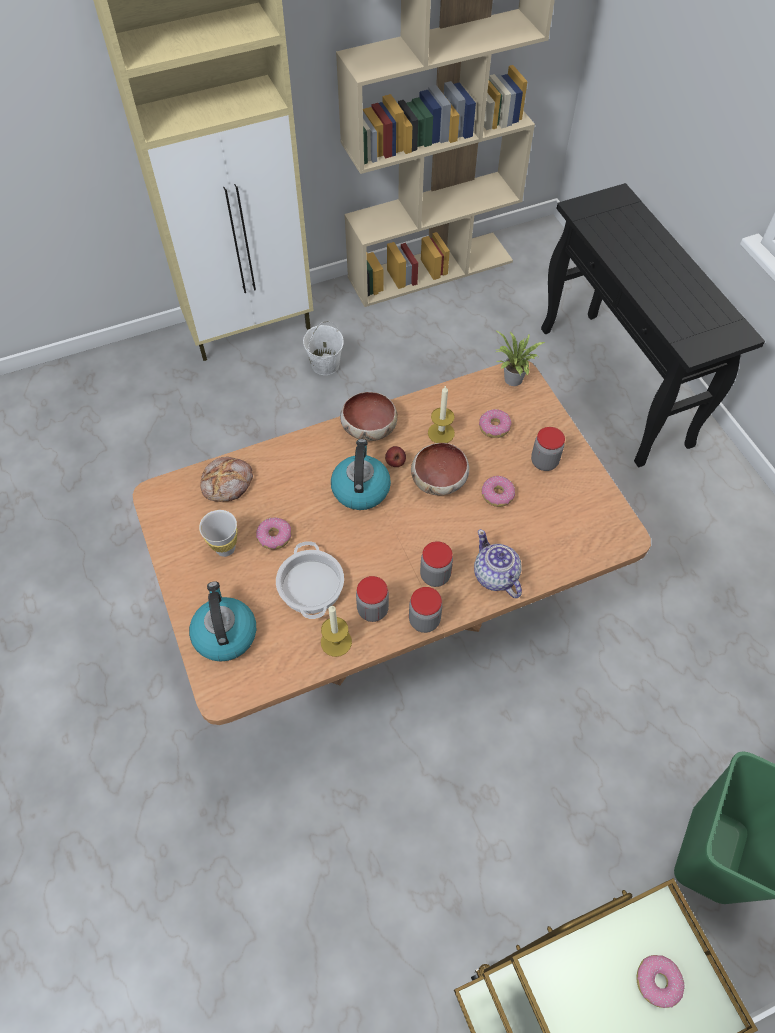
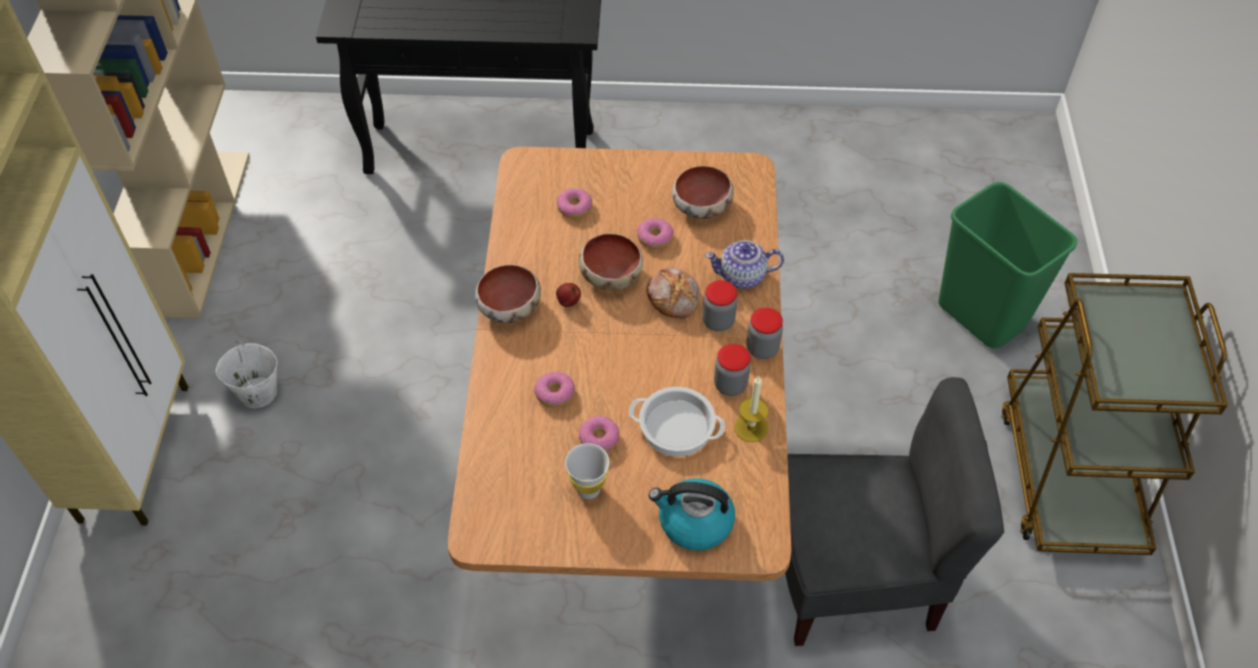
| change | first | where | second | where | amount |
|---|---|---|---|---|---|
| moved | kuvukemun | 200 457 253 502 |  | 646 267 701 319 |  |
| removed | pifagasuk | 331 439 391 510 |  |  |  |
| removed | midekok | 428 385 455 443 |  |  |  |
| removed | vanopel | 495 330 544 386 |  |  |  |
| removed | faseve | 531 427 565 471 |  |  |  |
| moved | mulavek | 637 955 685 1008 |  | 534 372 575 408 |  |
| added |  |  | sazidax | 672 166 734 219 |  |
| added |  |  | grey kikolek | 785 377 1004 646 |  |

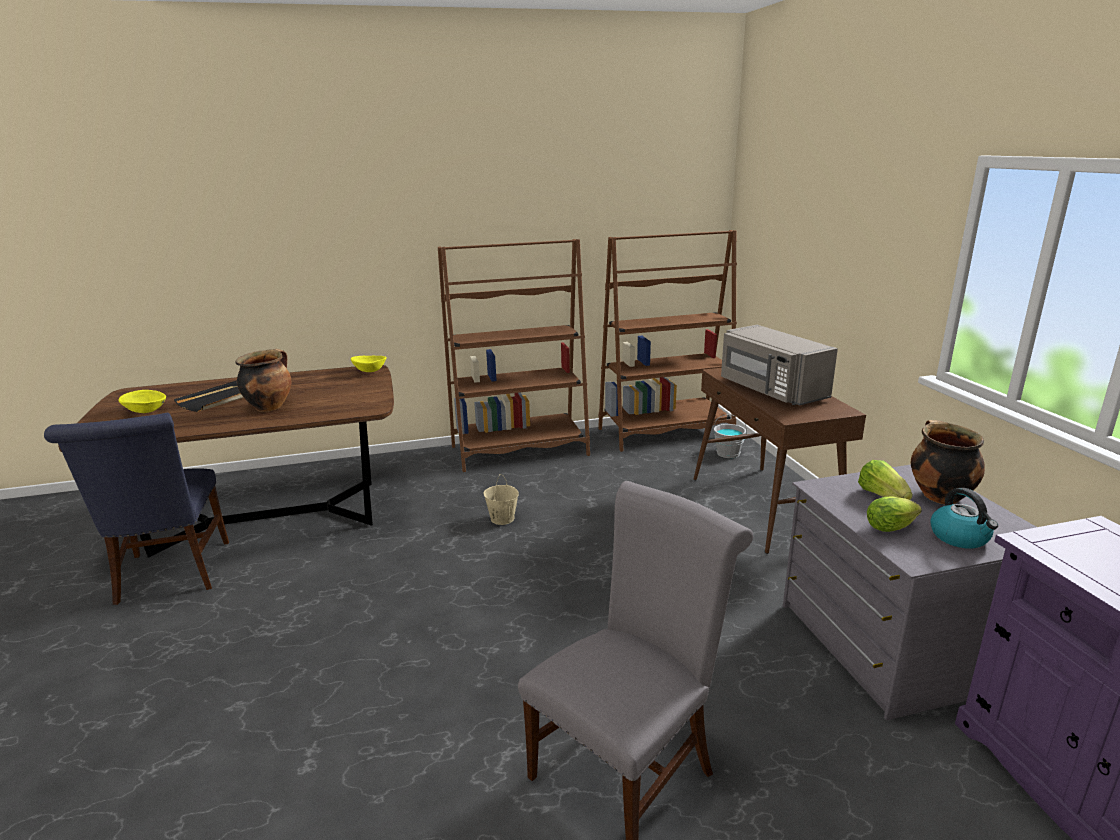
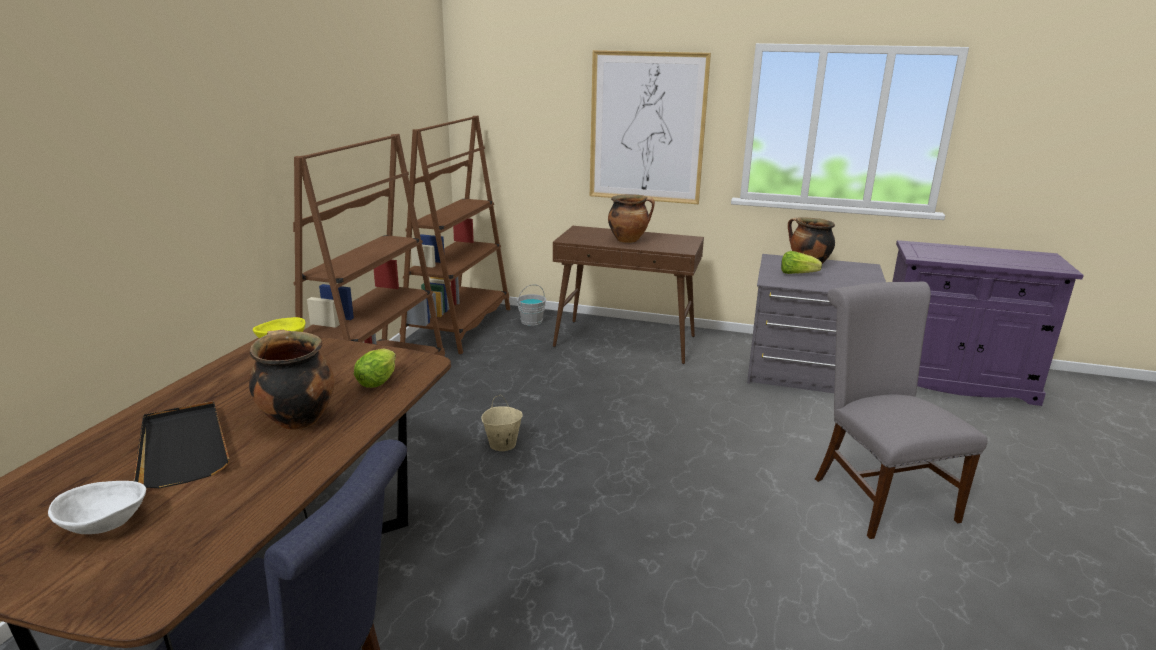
| change | first | where | second | where | amount |
|---|---|---|---|---|---|
| recoloured | yellow sazidax | 118 390 166 413 | white sazidax | 48 481 146 534 |  |
| replaced | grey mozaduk | 721 325 838 405 | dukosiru | 608 194 655 243 |  |
| moved | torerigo | 867 496 922 532 |  | 354 349 396 388 |  |
| removed | pifagasuk | 930 488 998 549 |  |  |  |
| added |  |  | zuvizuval | 590 50 711 204 |  |

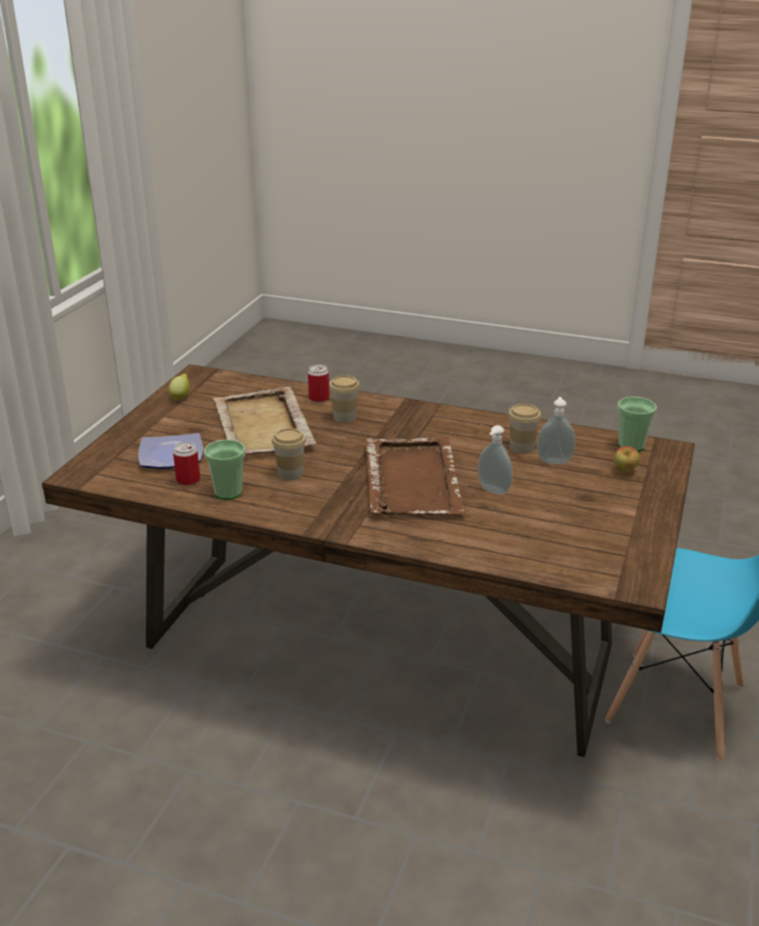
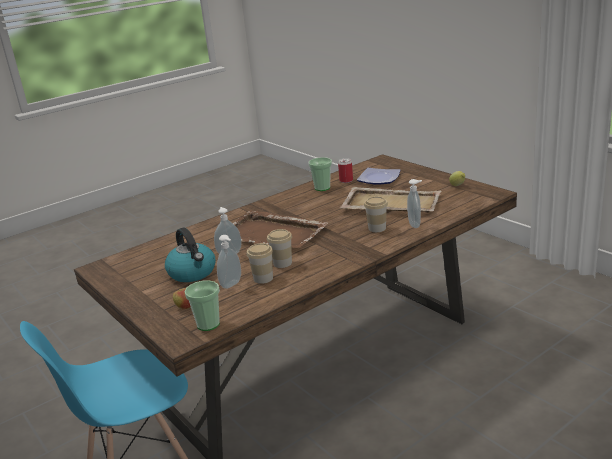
| change | first | where | second | where | amount |
|---|---|---|---|---|---|
| moved | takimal | 272 428 306 481 |  | 267 229 292 268 |  |
| replaced | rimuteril | 308 364 329 402 | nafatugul | 407 179 422 228 |  |
| added |  |  | pifagasuk | 165 228 216 282 |  |

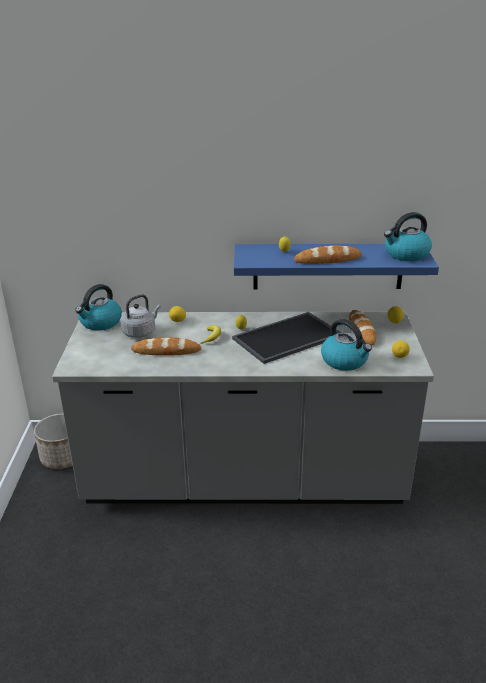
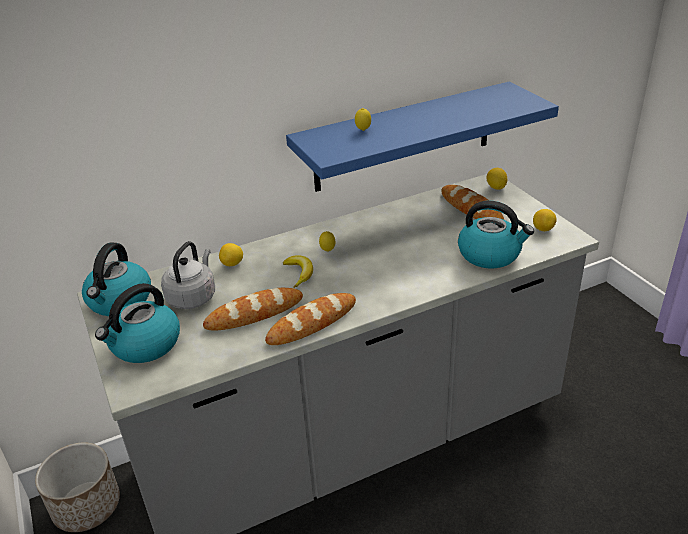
| change | first | where | second | where | amount |
|---|---|---|---|---|---|
| removed | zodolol | 232 312 342 364 |  |  |  |
| moved | kuvukemun | 294 245 362 264 |  | 265 293 356 345 |  |
| moved | pifagasuk | 384 212 432 261 |  | 95 283 180 363 |  |

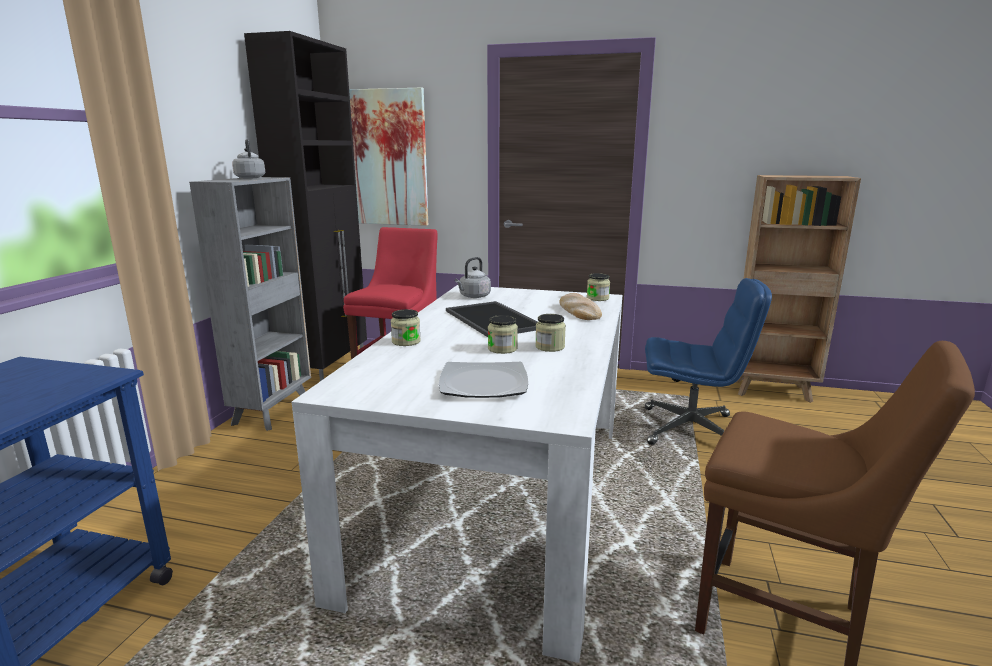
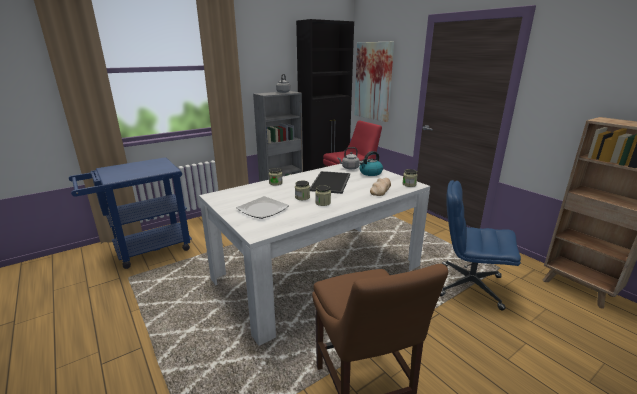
| change | first | where | second | where | amount |
|---|---|---|---|---|---|
| turned | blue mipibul | 645 278 772 445 |  | 440 180 521 311 | 150 degrees clockwise |
| added |  |  | pifagasuk | 359 151 383 176 |  |

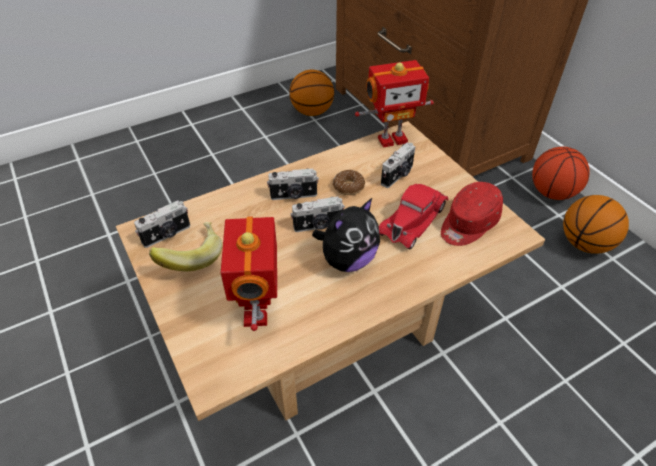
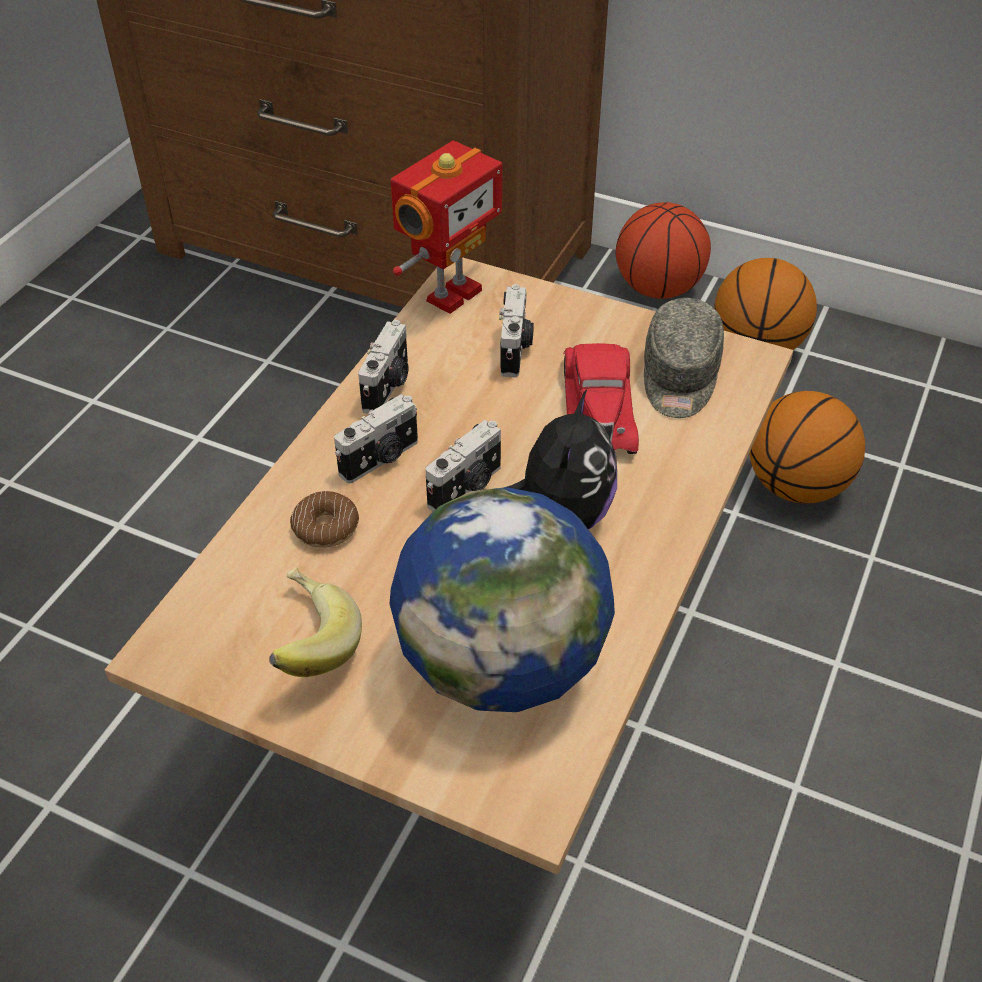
| change | first | where | second | where | amount |
|---|---|---|---|---|---|
| moved | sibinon | 134 200 190 248 |  | 358 320 409 414 |  |
| replaced | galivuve | 220 216 277 331 | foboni | 390 487 615 712 |  |
| moved | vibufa | 289 70 334 116 |  | 749 391 865 504 |  |
| moved | mulavek | 333 170 365 195 |  | 290 491 359 548 |  |
| recoloured | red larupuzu | 441 182 503 246 | grey larupuzu | 644 298 724 418 |  |

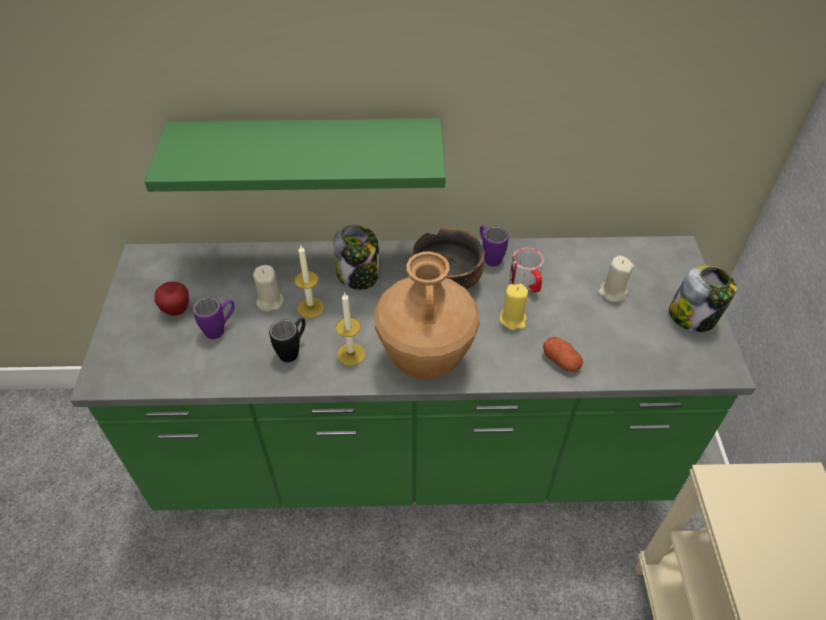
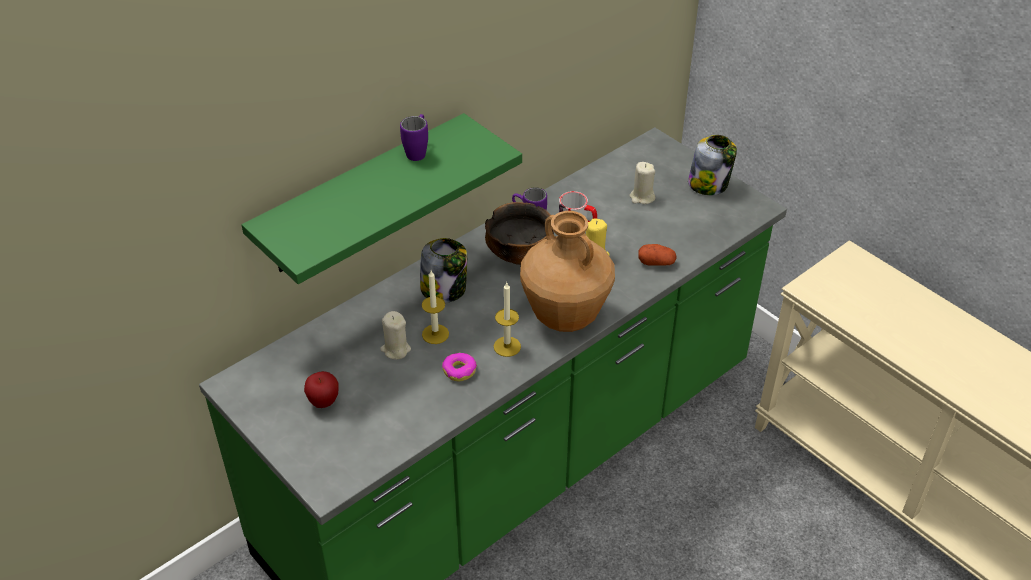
| change | first | where | second | where | amount |
|---|---|---|---|---|---|
| moved | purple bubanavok | 193 297 235 339 |  | 400 114 428 161 |  |
| replaced | black bubanavok | 269 318 306 362 | mulavek | 442 353 477 381 |  |

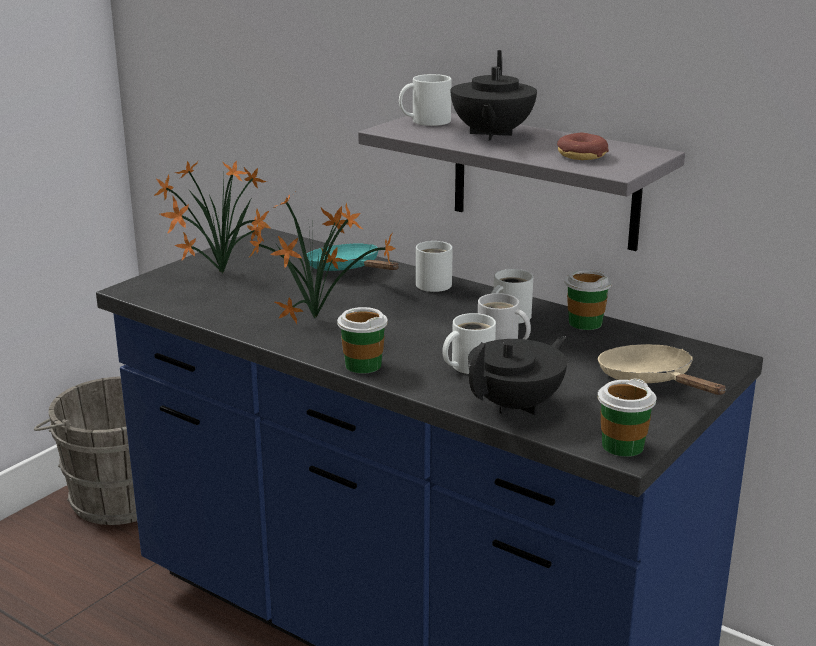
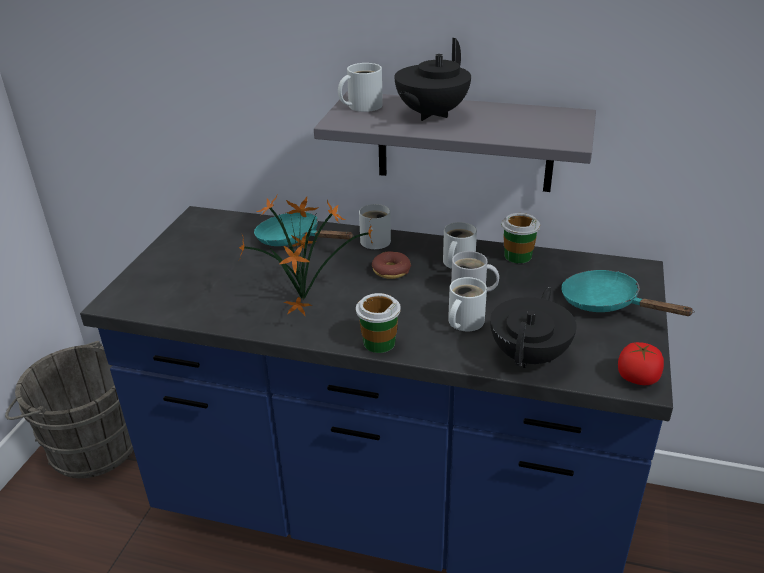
| change | first | where | second | where | amount |
|---|---|---|---|---|---|
| removed | vanopel | 154 160 272 273 |  |  |  |
| turned | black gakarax | 451 50 537 141 |  | 394 38 471 121 | 45 degrees clockwise |
| moved | mulavek | 557 133 609 160 |  | 372 251 411 279 |  |
| recoloured | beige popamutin | 598 344 726 395 | turquoise popamutin | 561 270 695 316 |  |
| replaced | takimal | 598 378 657 457 | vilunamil | 618 342 664 385 |  |

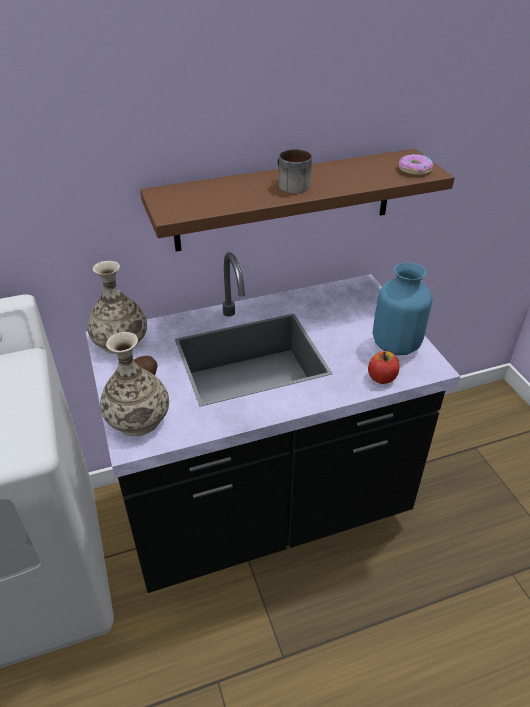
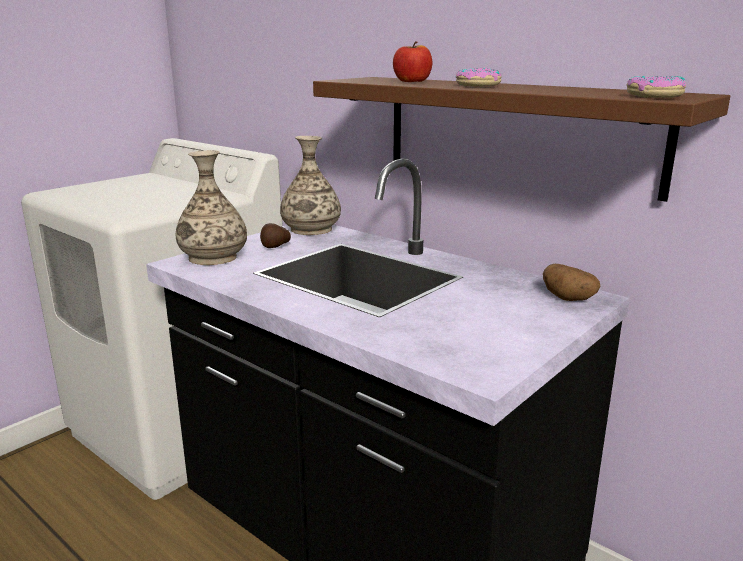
| change | first | where | second | where | amount |
|---|---|---|---|---|---|
| replaced | bubanavok | 277 149 312 193 | mulavek | 455 68 502 86 |  |
| moved | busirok | 368 351 400 384 |  | 393 41 432 82 |  |
| removed | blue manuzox | 373 263 432 355 |  |  |  |
| added |  |  | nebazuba | 543 264 600 301 |  |

